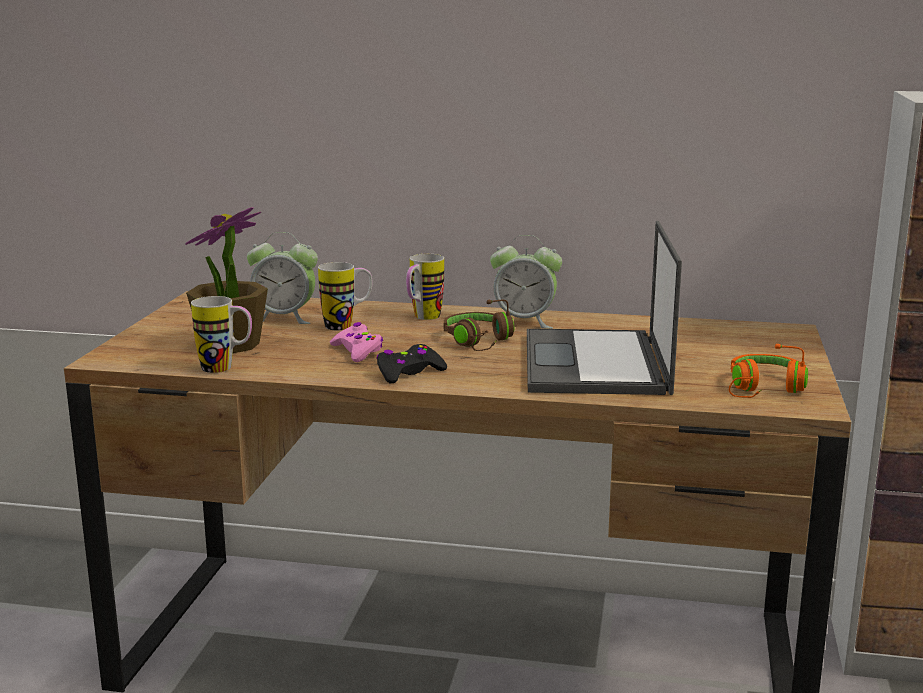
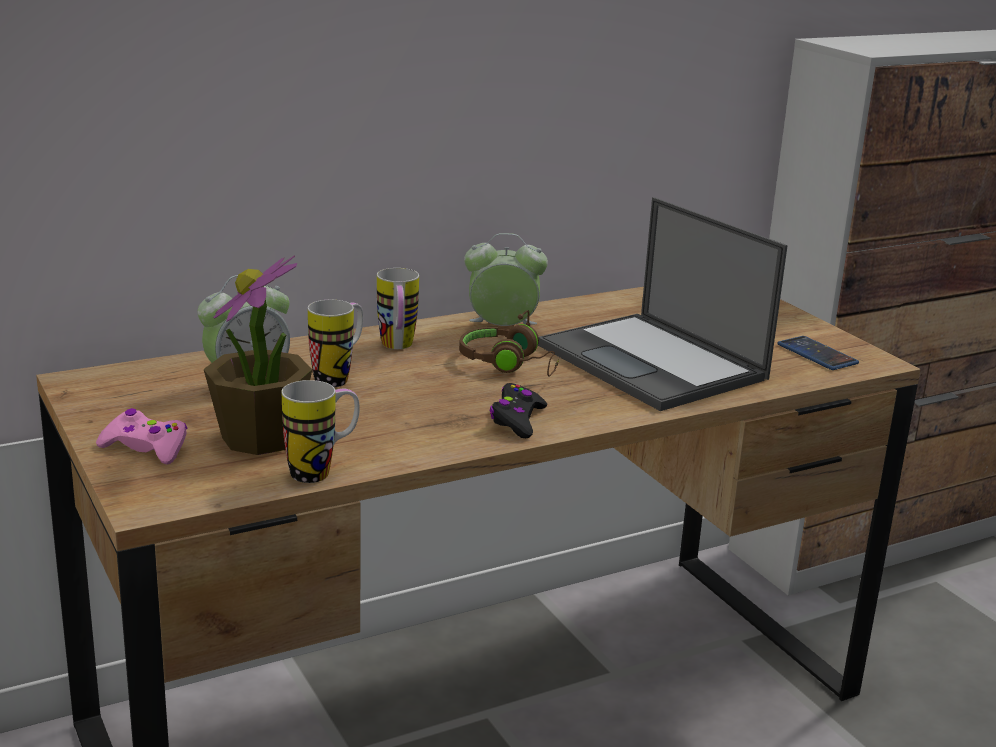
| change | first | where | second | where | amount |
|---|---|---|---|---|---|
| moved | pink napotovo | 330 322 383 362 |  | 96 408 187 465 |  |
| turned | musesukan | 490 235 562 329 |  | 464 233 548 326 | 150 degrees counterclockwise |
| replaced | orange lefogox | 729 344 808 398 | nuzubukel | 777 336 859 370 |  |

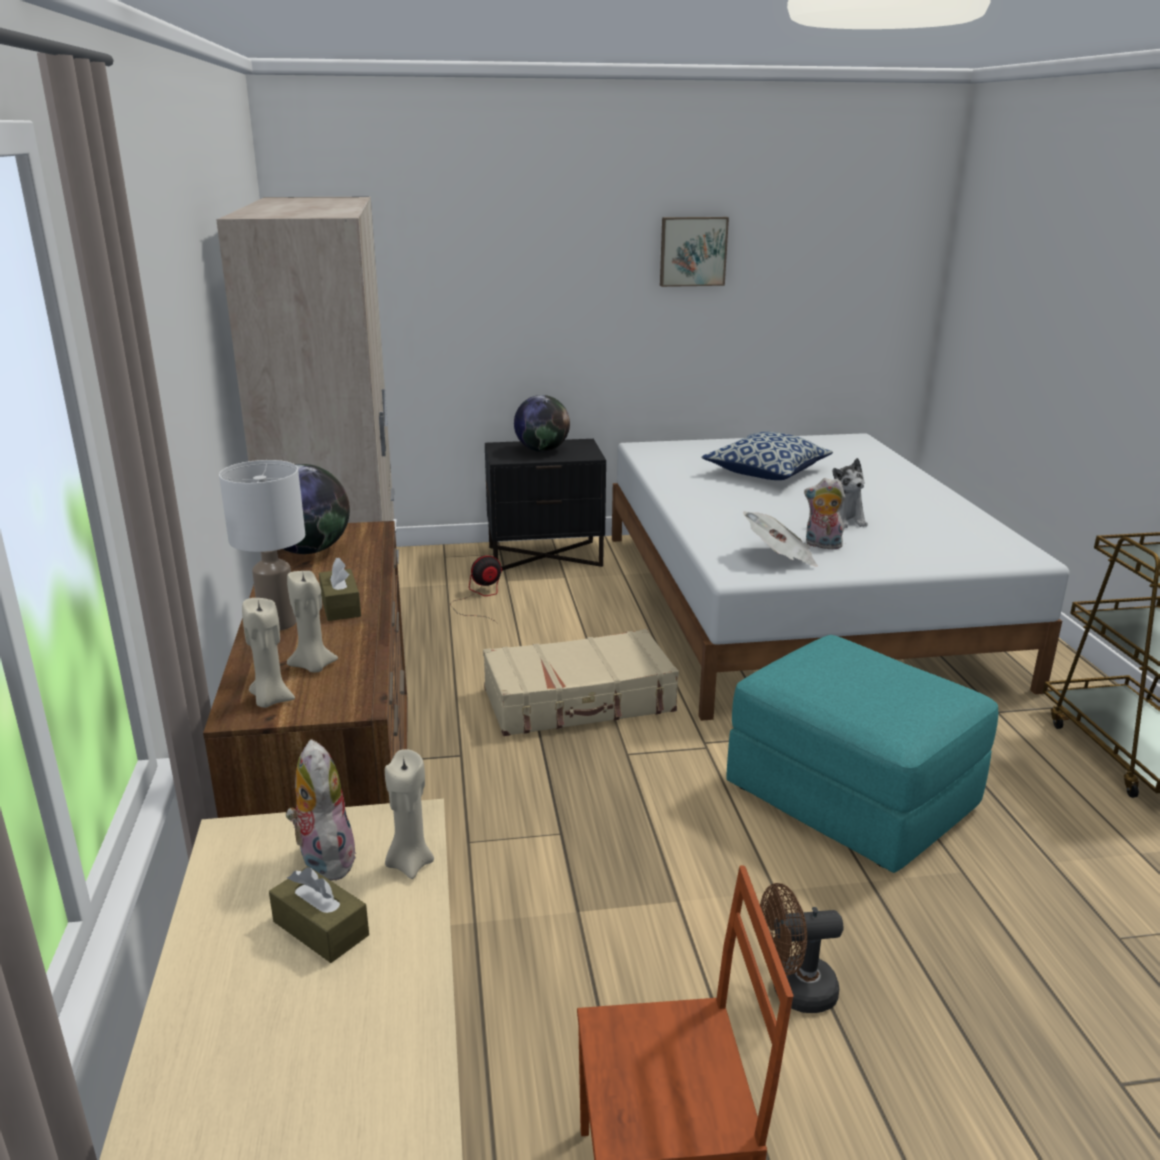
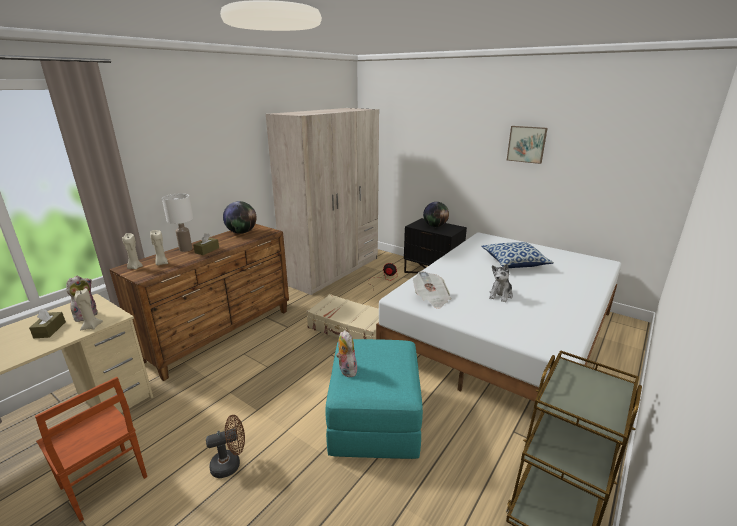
| change | first | where | second | where | amount |
|---|---|---|---|---|---|
| turned | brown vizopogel | 760 883 843 1013 |  | 206 415 245 478 | 120 degrees clockwise |
| moved | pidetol | 804 478 845 549 |  | 336 330 357 377 |  |

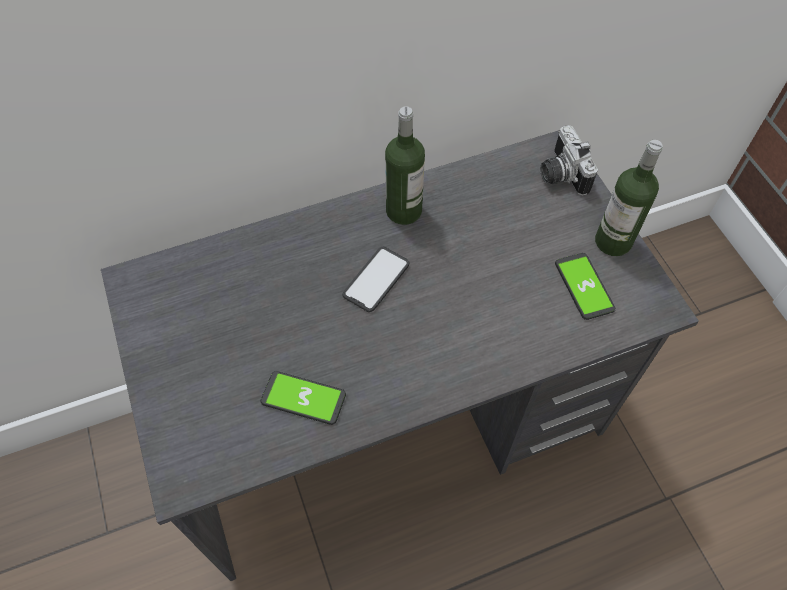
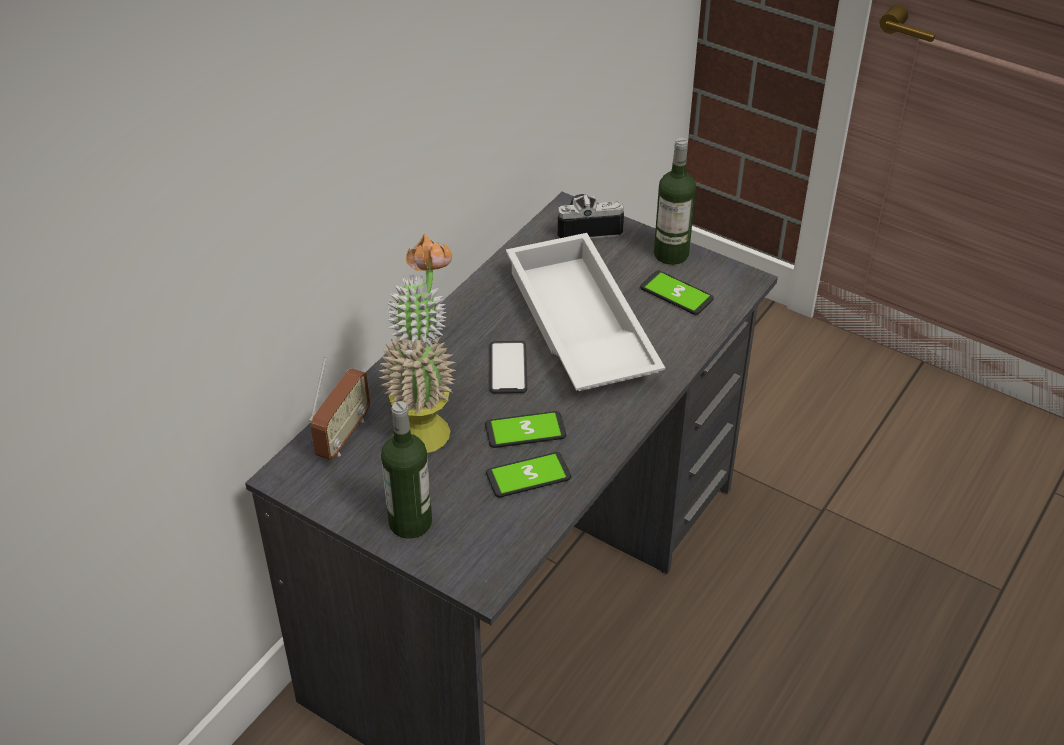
| change | first | where | second | where | amount |
|---|---|---|---|---|---|
| moved | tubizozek | 385 106 425 225 |  | 381 401 432 538 |  |
| turned | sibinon | 540 125 598 196 |  | 558 194 624 238 | 135 degrees clockwise |
| added |  |  | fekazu | 309 357 370 460 |  |
| added |  |  | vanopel | 379 234 456 453 |  |
| added |  |  | nuzubukel | 485 411 566 448 |  |
| added |  |  | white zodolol | 506 233 665 391 |  |

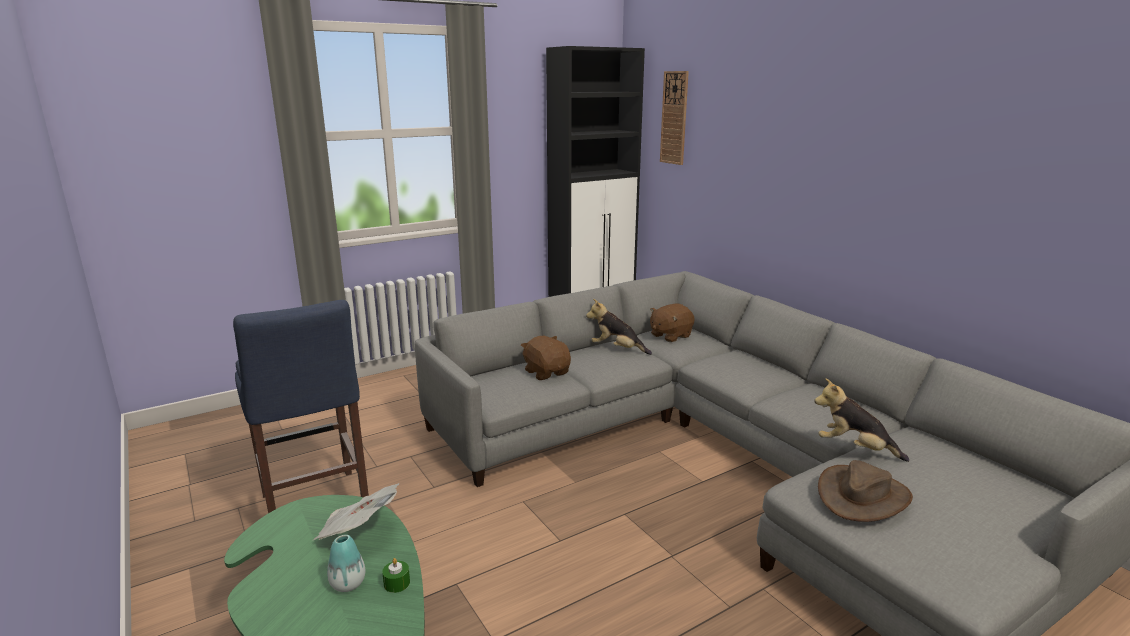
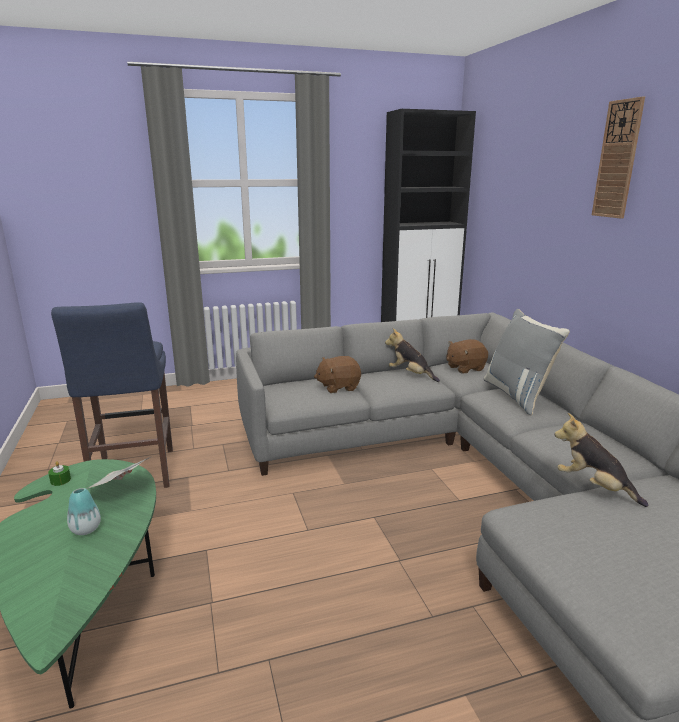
| change | first | where | second | where | amount |
|---|---|---|---|---|---|
| moved | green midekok | 382 558 410 593 |  | 48 461 71 486 |  |
| turned | brown pidetol | 521 336 571 380 |  | 314 356 361 393 | 90 degrees counterclockwise |
| moved | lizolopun | 660 71 689 165 |  | 592 96 645 219 |  |
| removed | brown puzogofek | 818 460 913 522 |  |  |  |
| added |  |  | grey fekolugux | 483 309 570 416 |  |

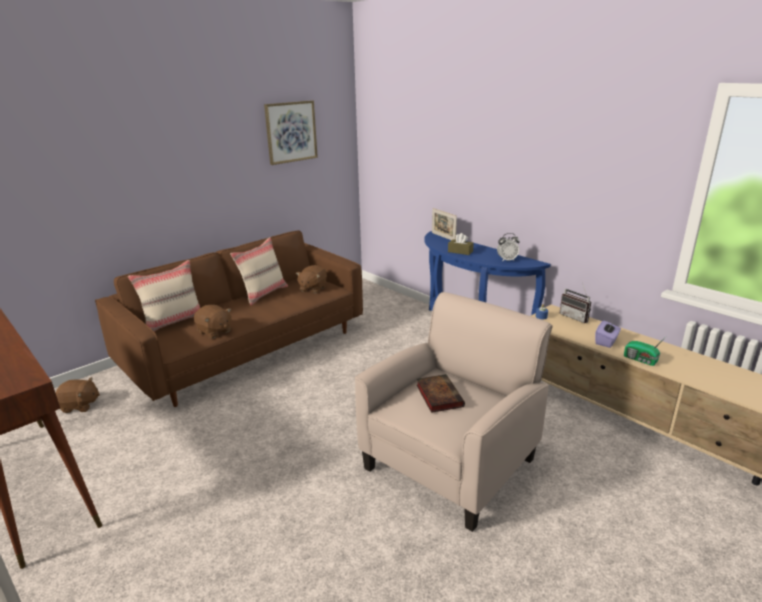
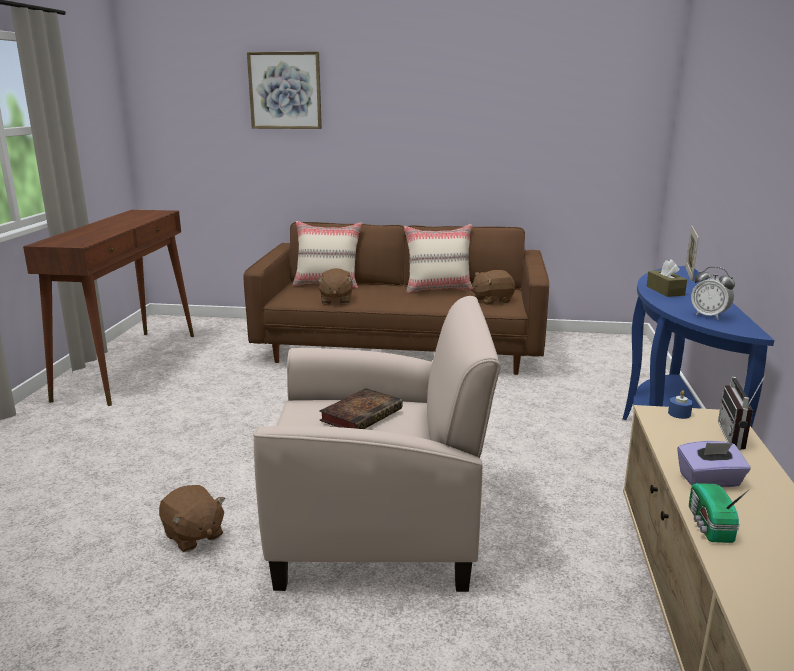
| change | first | where | second | where | amount |
|---|---|---|---|---|---|
| moved | brown pidetol | 55 377 100 413 |  | 159 485 225 552 |  |
| moved | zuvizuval | 264 100 318 165 |  | 247 52 322 129 |  |

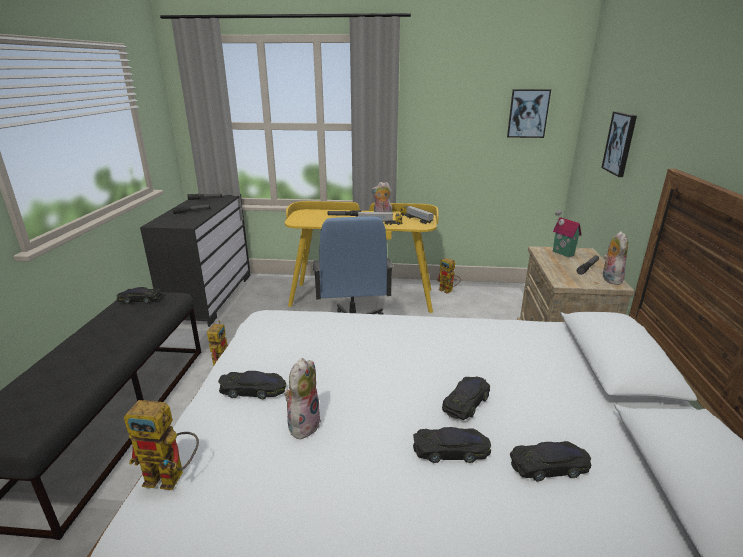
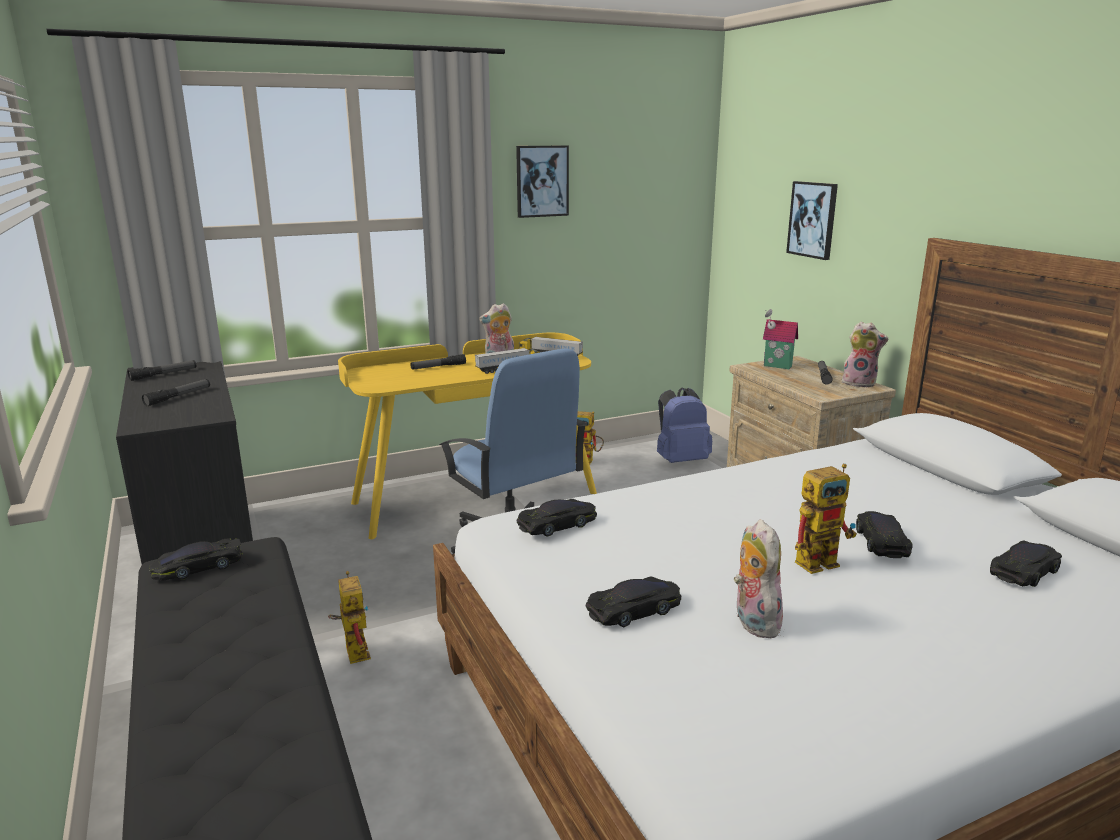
| change | first | where | second | where | amount |
|---|---|---|---|---|---|
| moved | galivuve | 124 400 199 490 |  | 795 464 857 574 |  |
| moved | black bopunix | 413 427 491 463 |  | 517 499 597 537 |  |
| moved | zuvizuval | 507 89 551 138 |  | 516 146 569 218 |  |
| turned | pidetol | 603 231 628 285 |  | 842 321 888 388 | 135 degrees clockwise |
| added |  |  | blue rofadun | 657 387 712 463 |  |

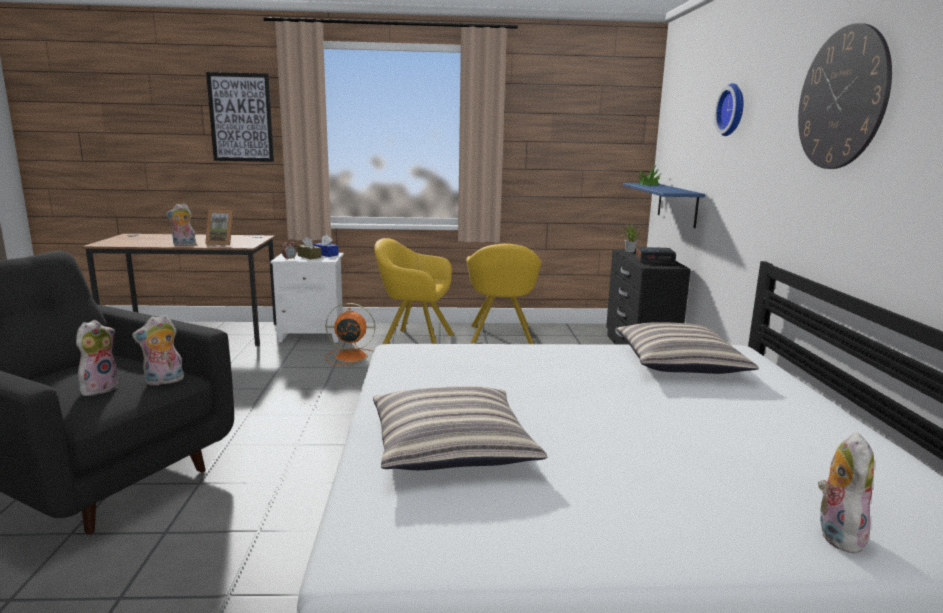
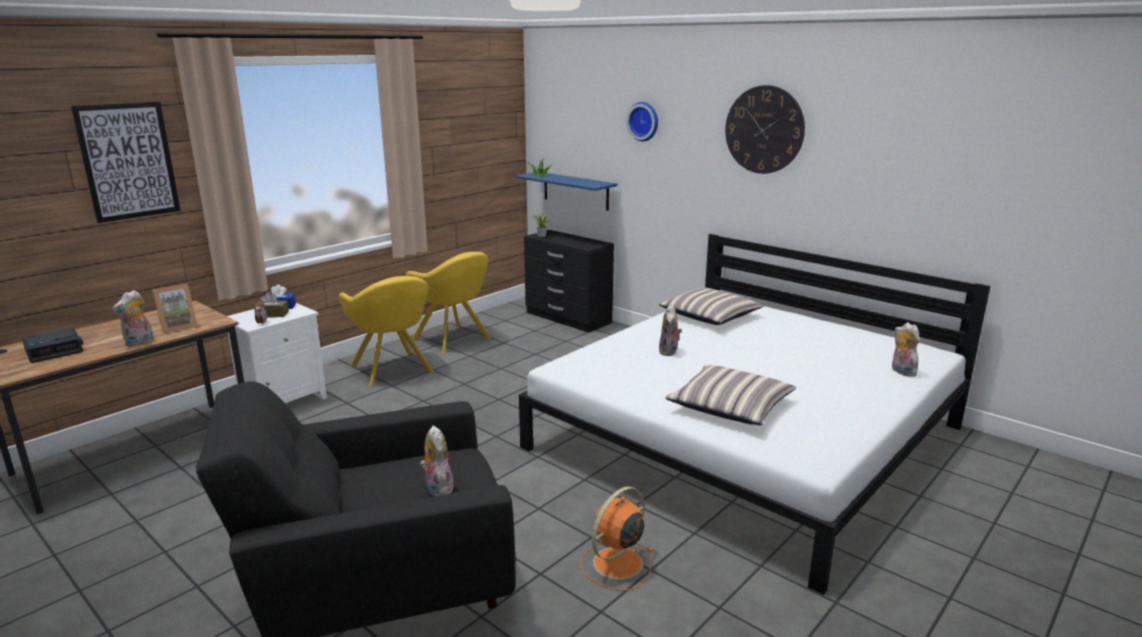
| change | first | where | second | where | amount |
|---|---|---|---|---|---|
| moved | pidetol | 132 315 184 386 |  | 659 305 682 356 |  |
| moved | orange vizopogel | 326 303 375 365 |  | 580 486 653 591 |  |
| turned | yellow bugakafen | 375 238 454 344 |  | 339 276 433 387 | 90 degrees counterclockwise |
| moved | musesukan | 635 247 676 264 |  | 22 328 83 363 |  |

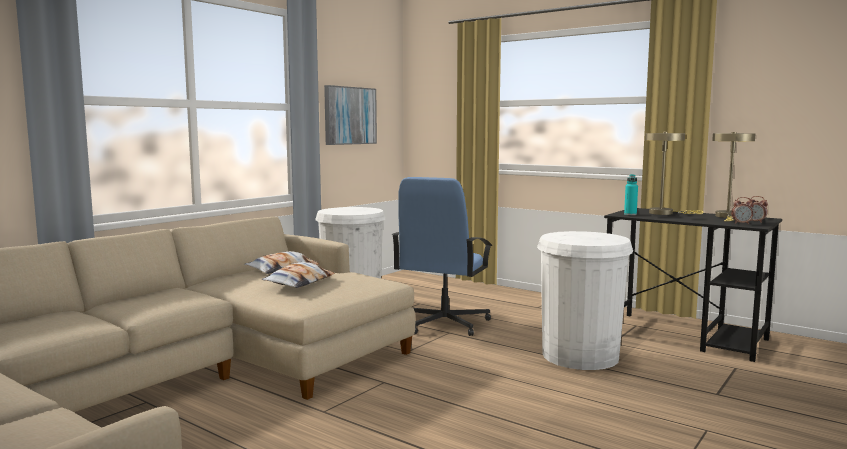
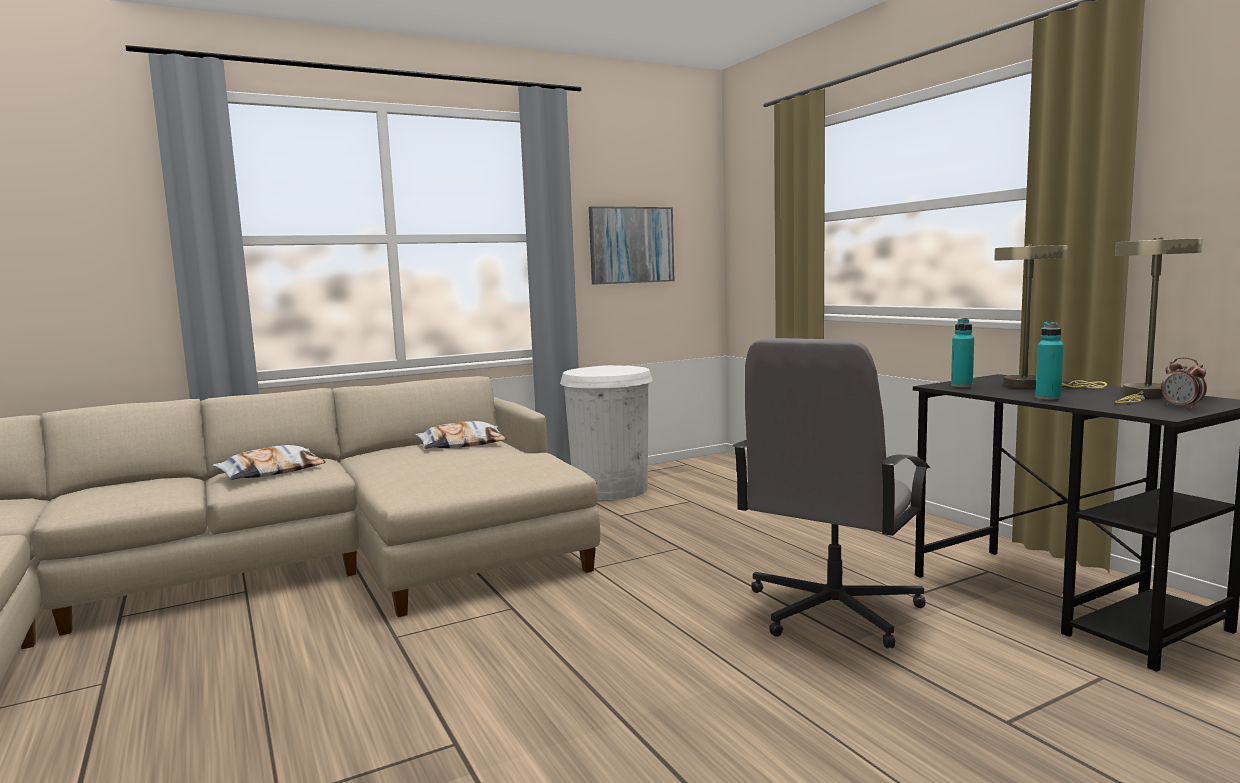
| change | first | where | second | where | amount |
|---|---|---|---|---|---|
| moved | fekolugux | 262 262 335 288 |  | 212 445 326 480 |  |
| removed | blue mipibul | 392 177 492 336 |  |  |  |
| replaced | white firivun | 537 231 633 370 | grey mipibul | 733 338 930 649 |  |
| removed | musesukan | 731 197 754 224 |  |  |  |
| added |  |  | turquoise tubizozek | 1035 322 1064 400 |  |

